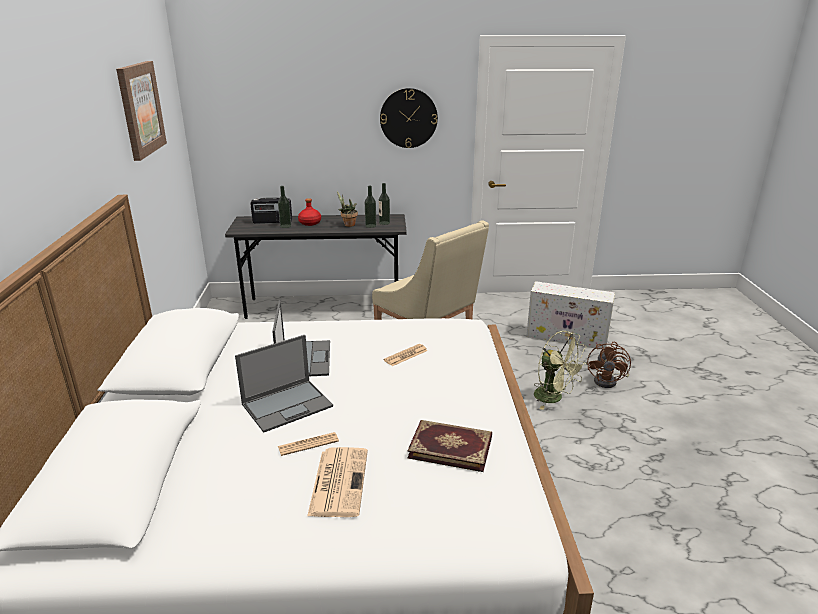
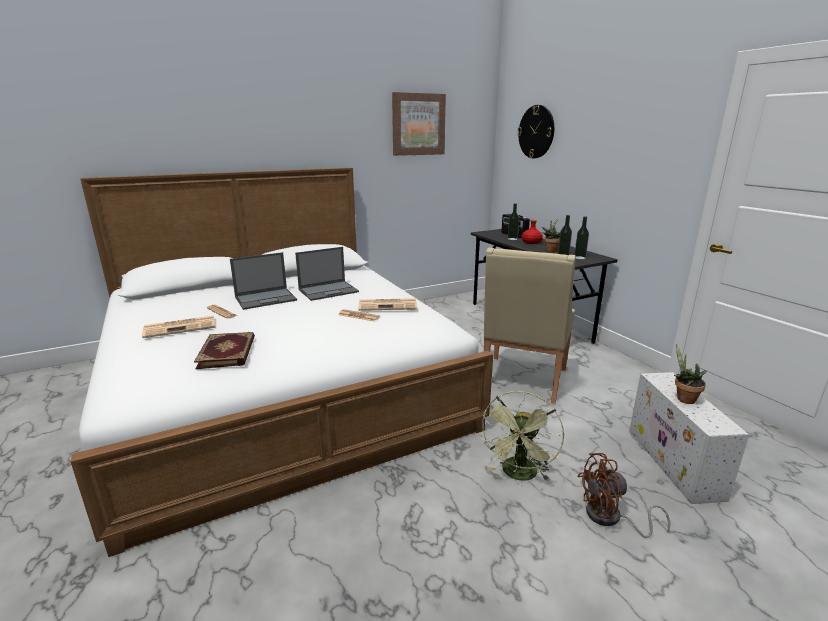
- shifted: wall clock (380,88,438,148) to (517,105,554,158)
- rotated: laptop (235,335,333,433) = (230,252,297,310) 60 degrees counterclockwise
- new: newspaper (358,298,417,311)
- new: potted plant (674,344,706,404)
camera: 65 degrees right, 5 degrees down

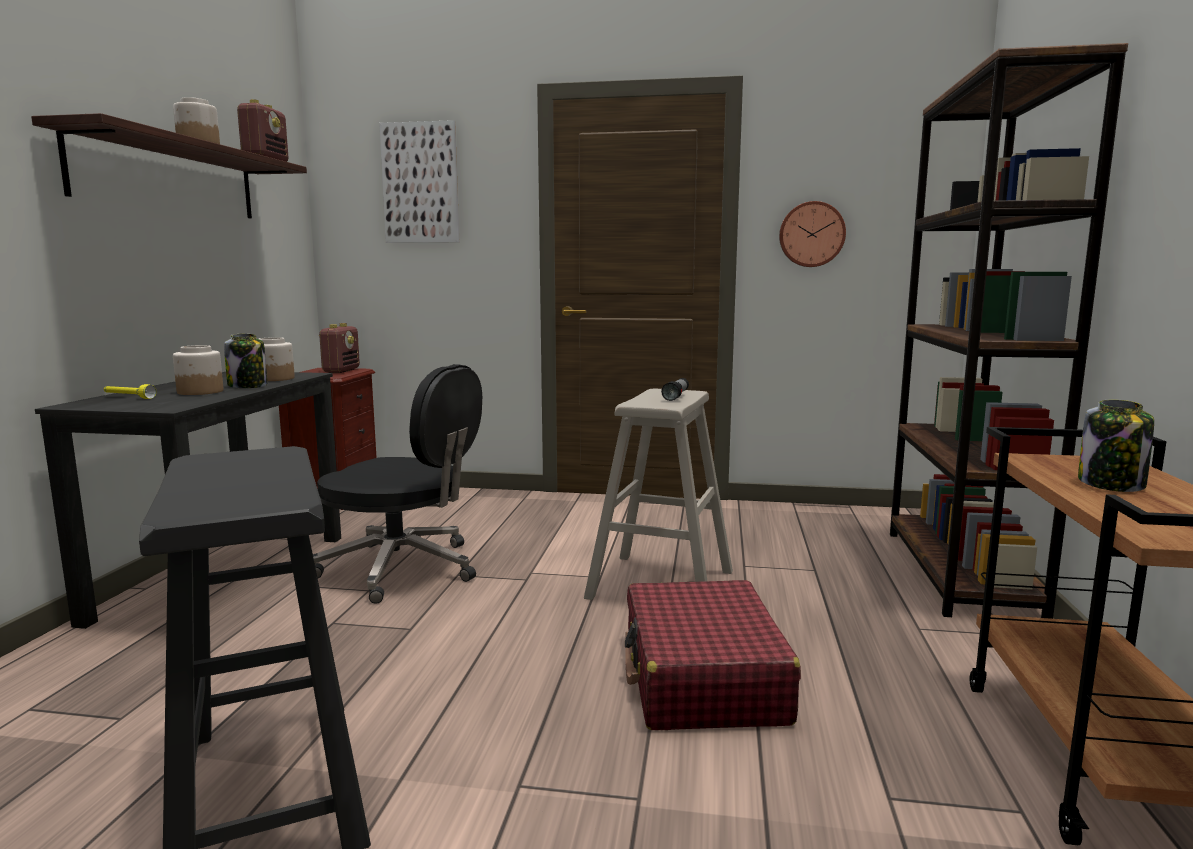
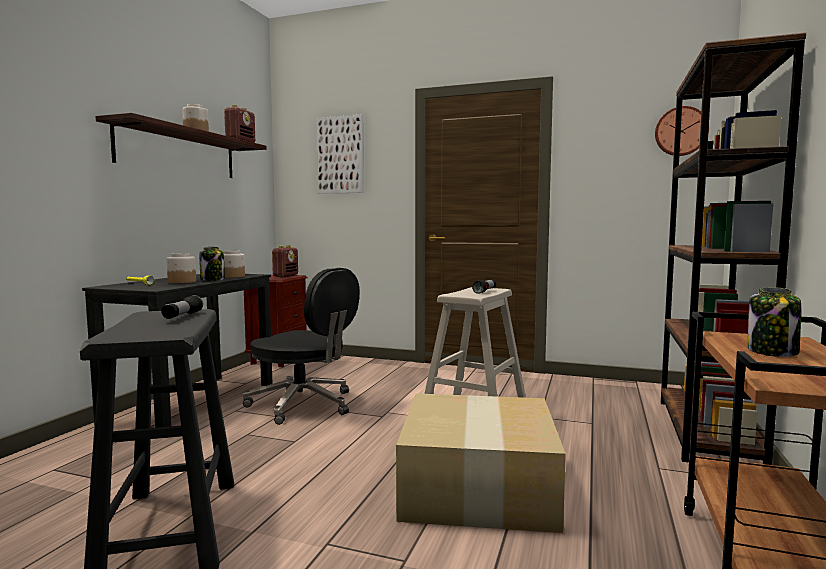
- shifted: wall clock (779,201,846,267) to (655,106,709,156)
- swapped: red suitcase (625,580,801,730) to cardboard box (396,393,566,533)
- new: flashlight (161,295,203,319)
camera: 10 degrees right, 5 degrees down

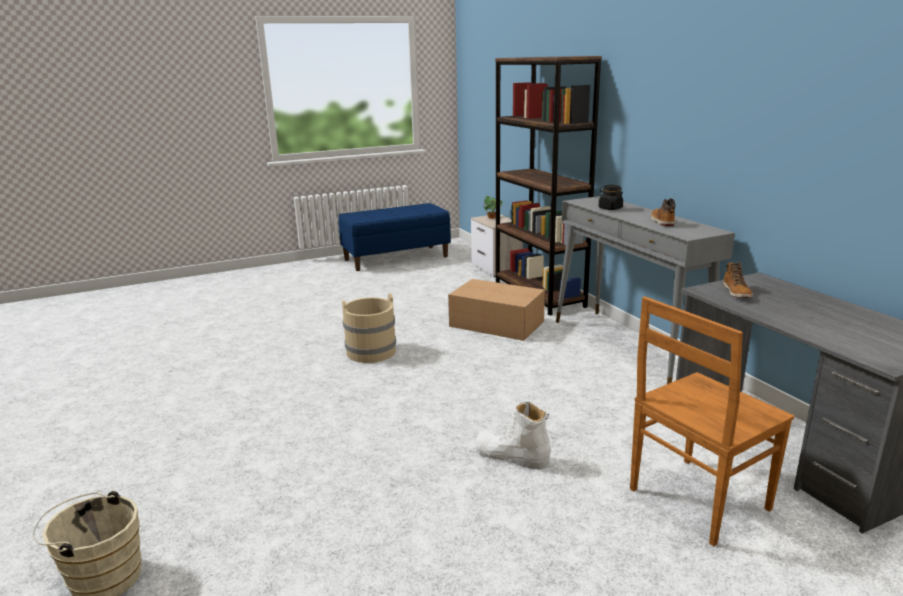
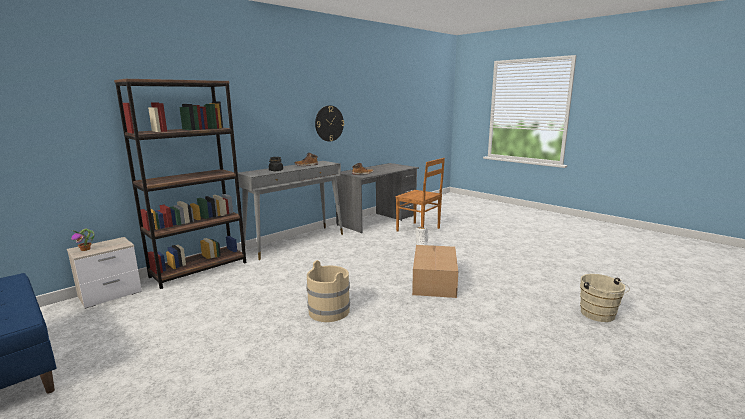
- shifted: cardboard box (448,279,545,341) to (412,245,458,298)
- new: wall clock (315,106,344,142)
camera: 110 degrees left, 5 degrees down

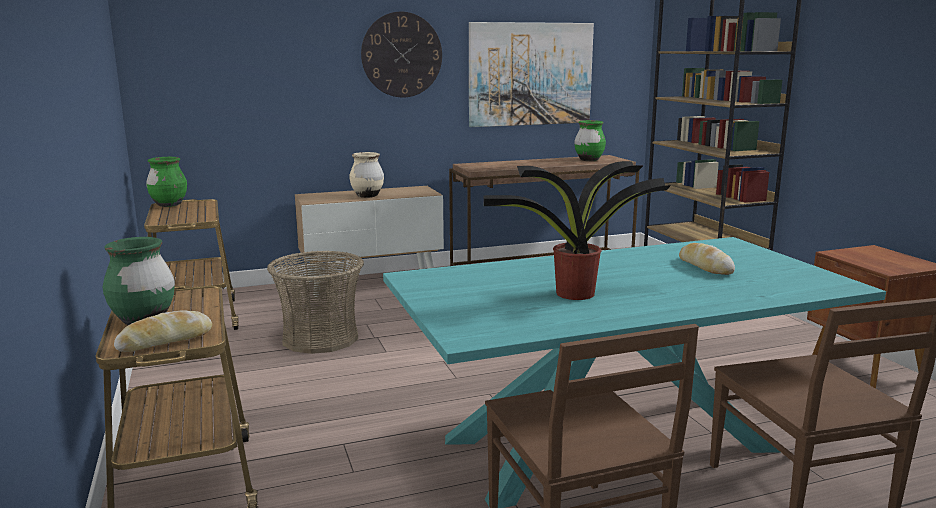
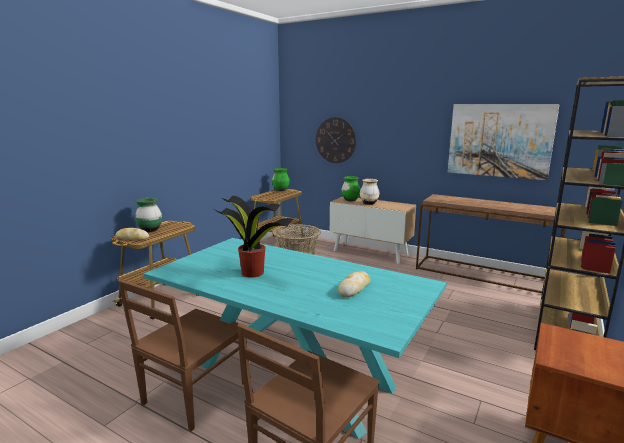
- shifted: wall clock (361,12,442,98) to (316,117,356,163)
- shifted: green vase (574,120,606,161) to (341,176,360,201)
camera: 50 degrees right, 0 degrees up

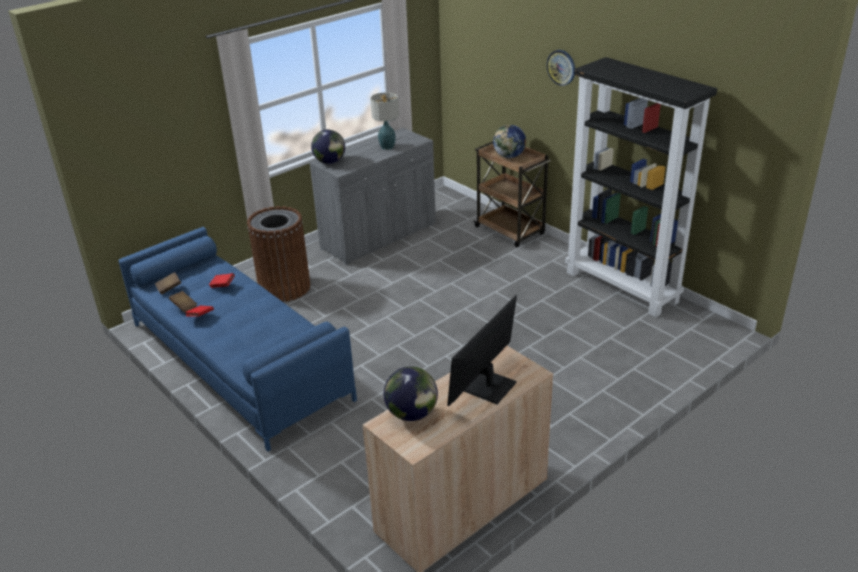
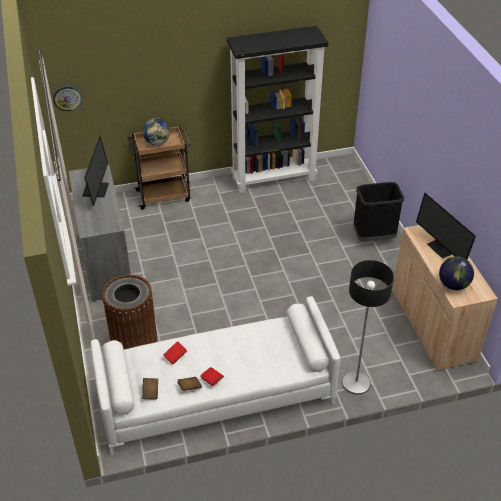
- shifted: wall clock (547,50,575,86) to (53,86,82,111)
- swapped: table lamp (370,92,399,150) to monitor (82,136,109,206)
- gone: globe (311,130,345,164)
- repainted: blue sofa (119,227,357,452) to white sofa (91,296,340,454)
- new: black trash can (353,182,404,241)
- new: floor lamp (342,260,394,395)
camera: 65 degrees left, 10 degrees up

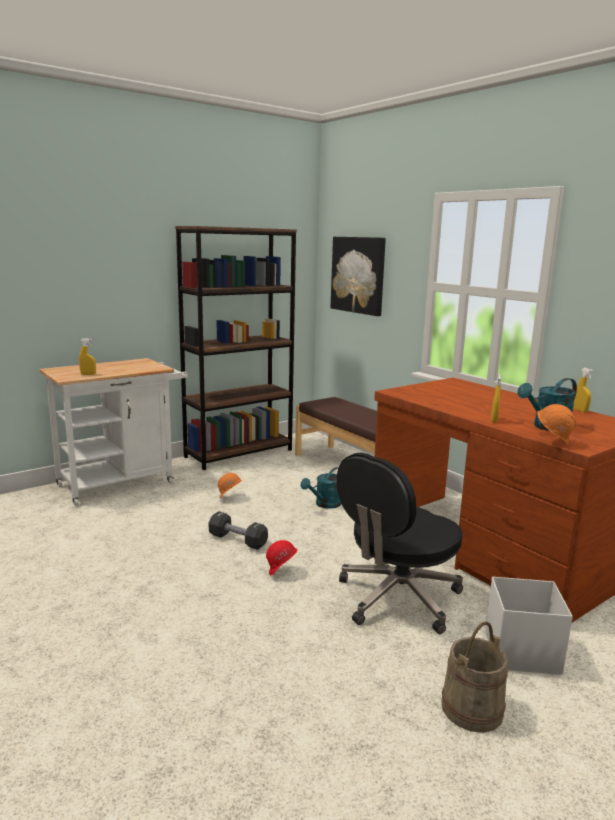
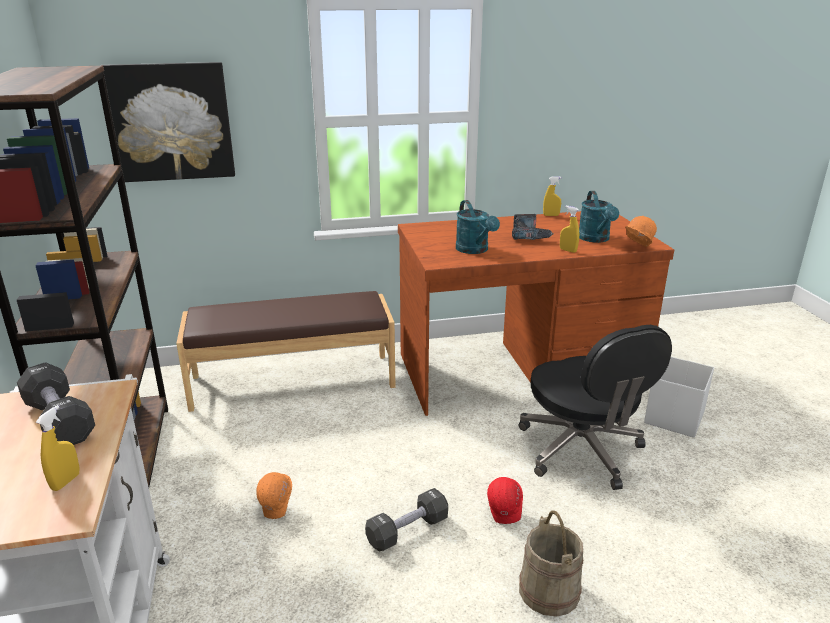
- shifted: turquoise watering can (301,467,341,509) to (456,200,500,254)
- shifted: beige bucket (441,621,508,733) to (519,510,583,617)
- new: power drill (512,214,554,240)
- new: black dumbbell (17,362,95,445)
camera: 65 degrees left, 10 degrees up

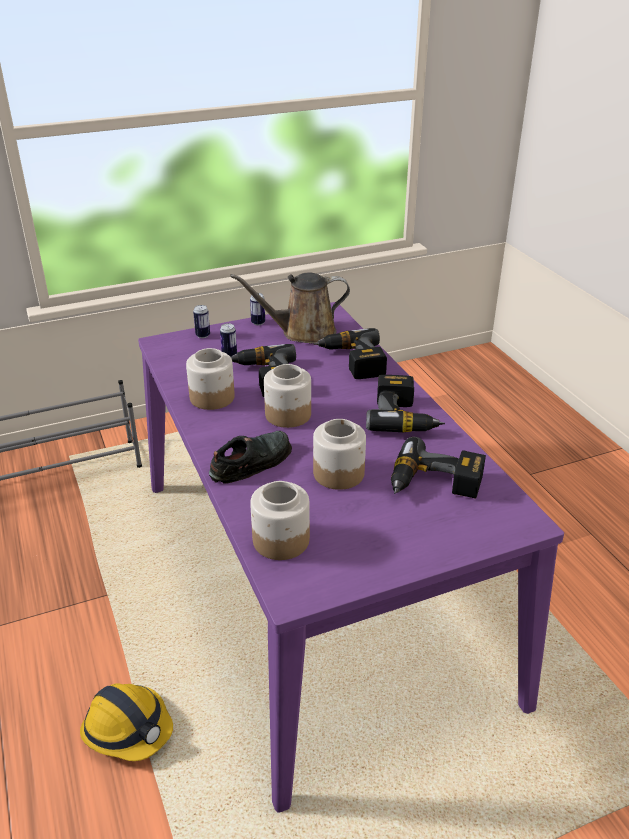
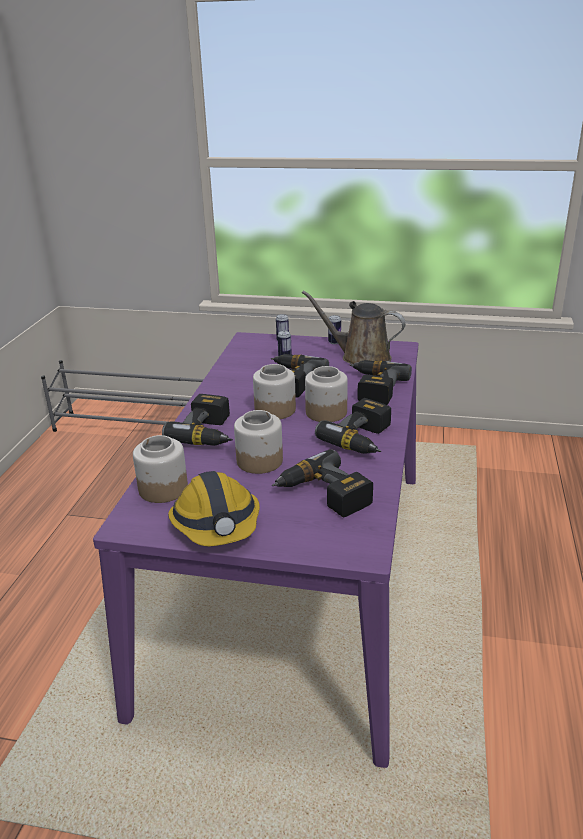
- shifted: jar (186,348,235,410) to (305,366,348,422)
- swapped: black shoe (209,431,292,484) to power drill (162,394,233,446)
- shifted: hard hat (80,683,173,761) to (168,471,260,546)
camera: 35 degrees right, 5 degrees down

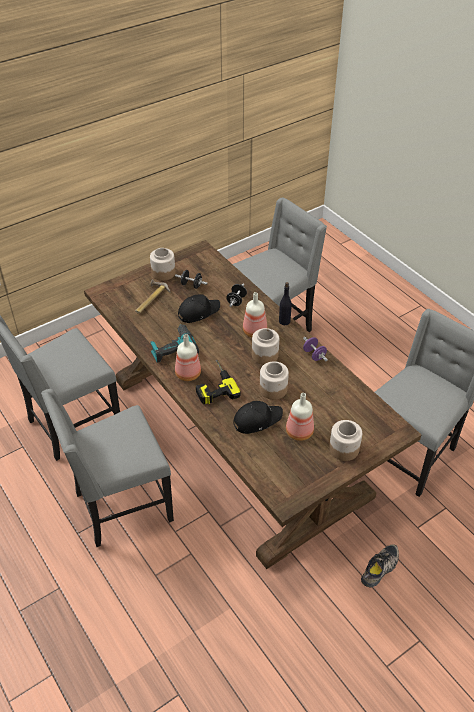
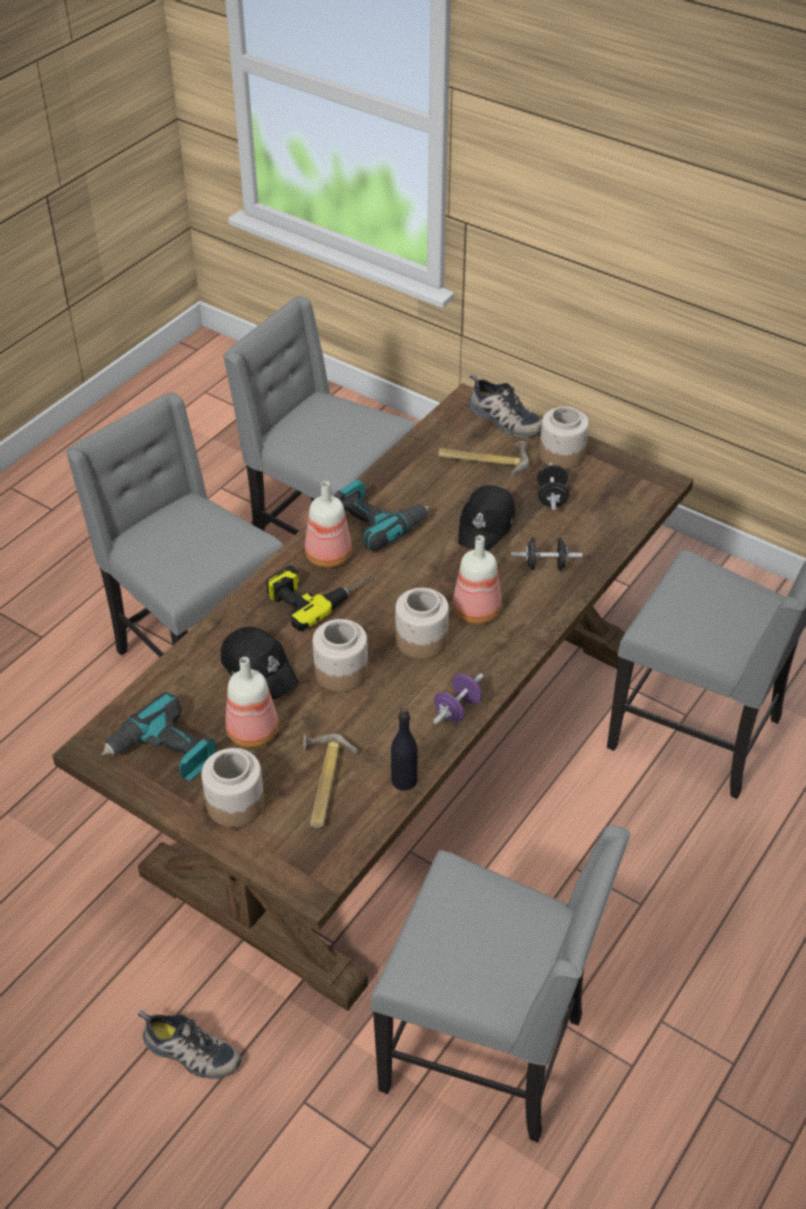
- shifted: black bottle (279,282,292,325) to (391,706,418,791)
- rotated: black cap (178,295,220,323) = (458,485,515,551) 75 degrees clockwise
- new: shoe (469,374,542,438)
- new: power drill (101,692,216,781)
- new: hammer (303,734,357,828)
camera: 70 degrees right, 0 degrees up

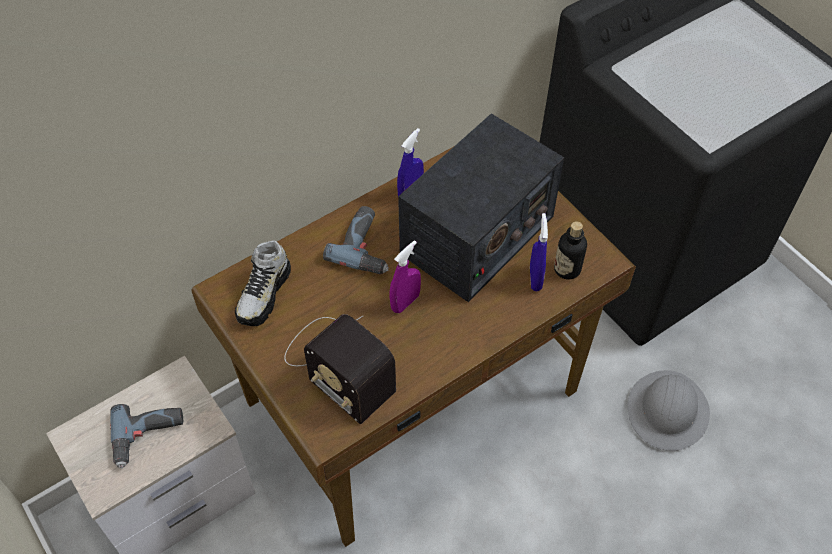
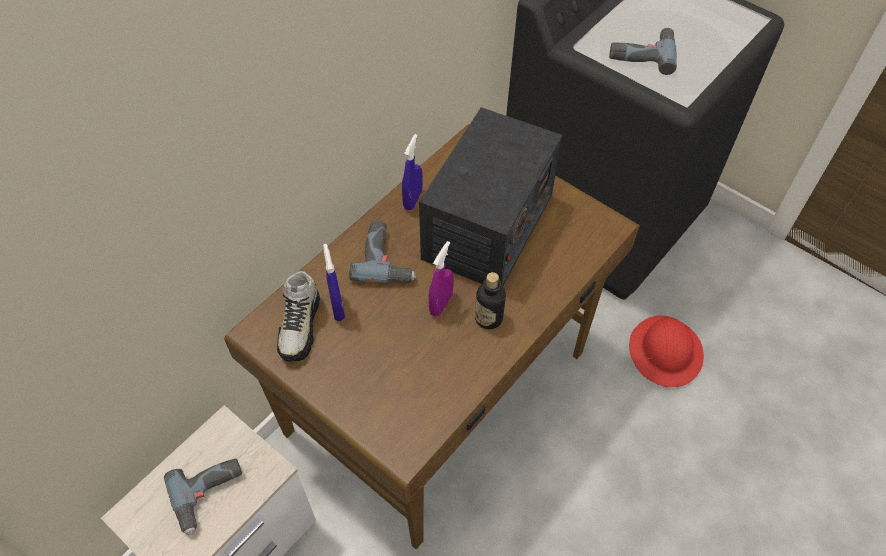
- shifted: blue spray bottle (530,213,548,291) to (323,244,345,321)
- shifted: bottle (554,221,587,279) to (475,272,506,329)
- gone: radio (284,314,396,424)
- repainted: grey hard hat (627,370,710,451) to red hard hat (629,315,704,387)
- new: power drill (609,28,677,75)
camera: 15 degrees left, 0 degrees up

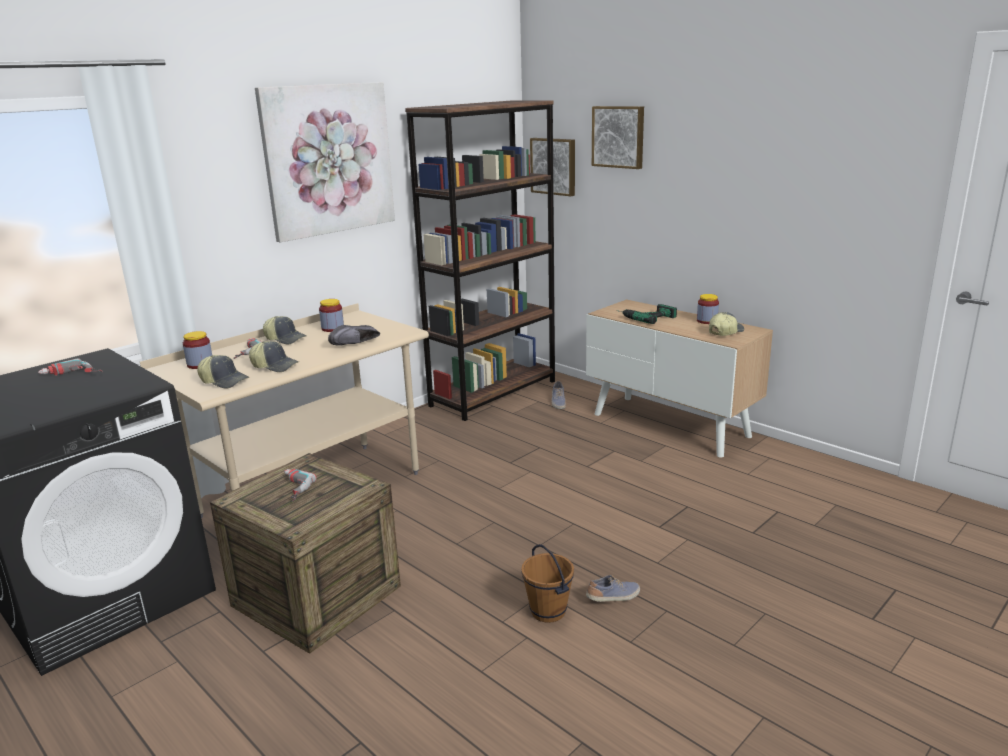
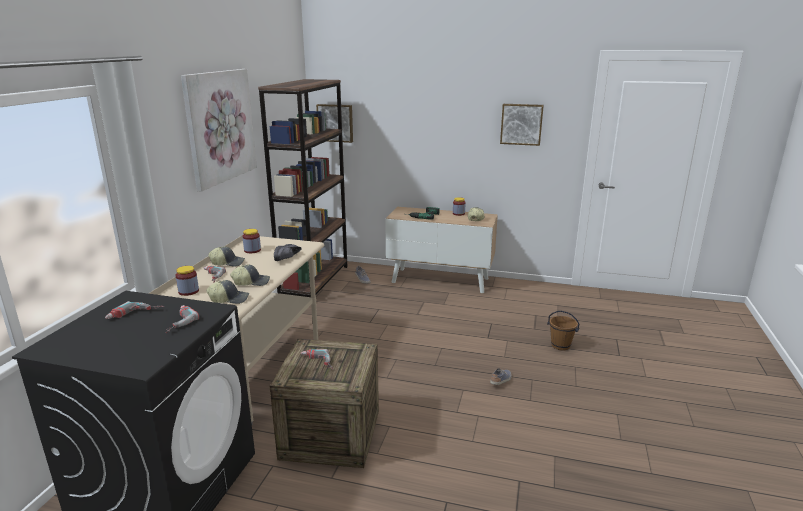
- shifted: picture (592,106,644,169) to (500,104,544,146)
- shifted: brown bucket (521,544,574,623) to (547,311,580,350)
- new: power drill (165,305,199,334)
camera: 30 degrees left, 0 degrees up

